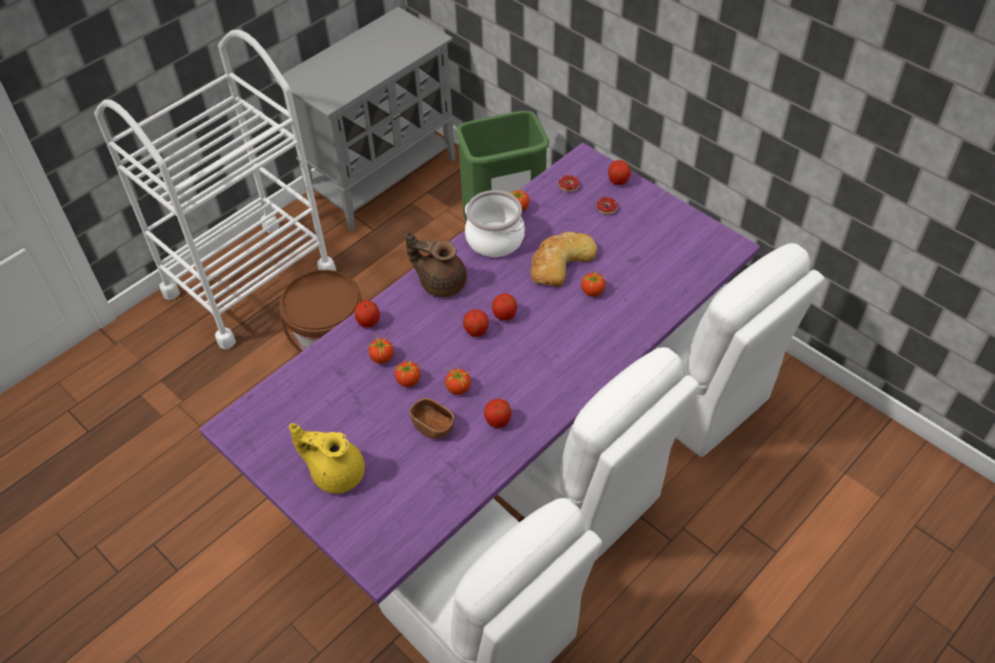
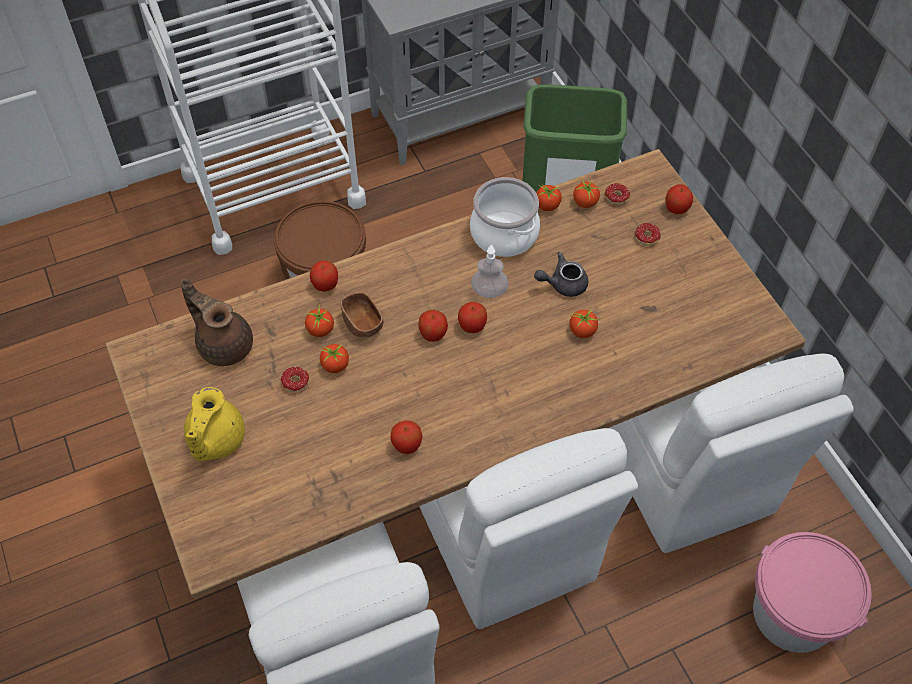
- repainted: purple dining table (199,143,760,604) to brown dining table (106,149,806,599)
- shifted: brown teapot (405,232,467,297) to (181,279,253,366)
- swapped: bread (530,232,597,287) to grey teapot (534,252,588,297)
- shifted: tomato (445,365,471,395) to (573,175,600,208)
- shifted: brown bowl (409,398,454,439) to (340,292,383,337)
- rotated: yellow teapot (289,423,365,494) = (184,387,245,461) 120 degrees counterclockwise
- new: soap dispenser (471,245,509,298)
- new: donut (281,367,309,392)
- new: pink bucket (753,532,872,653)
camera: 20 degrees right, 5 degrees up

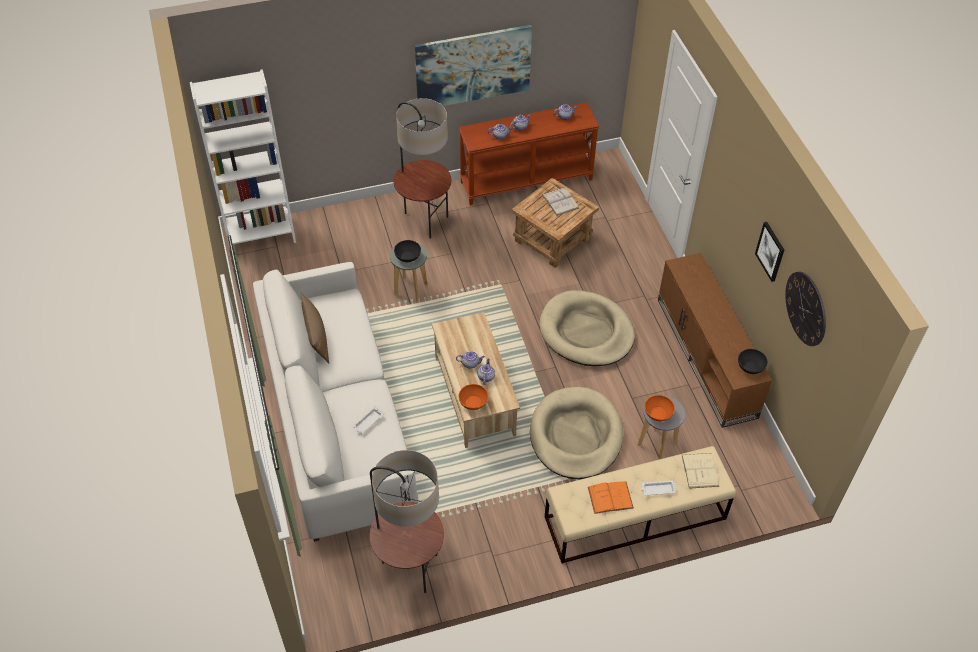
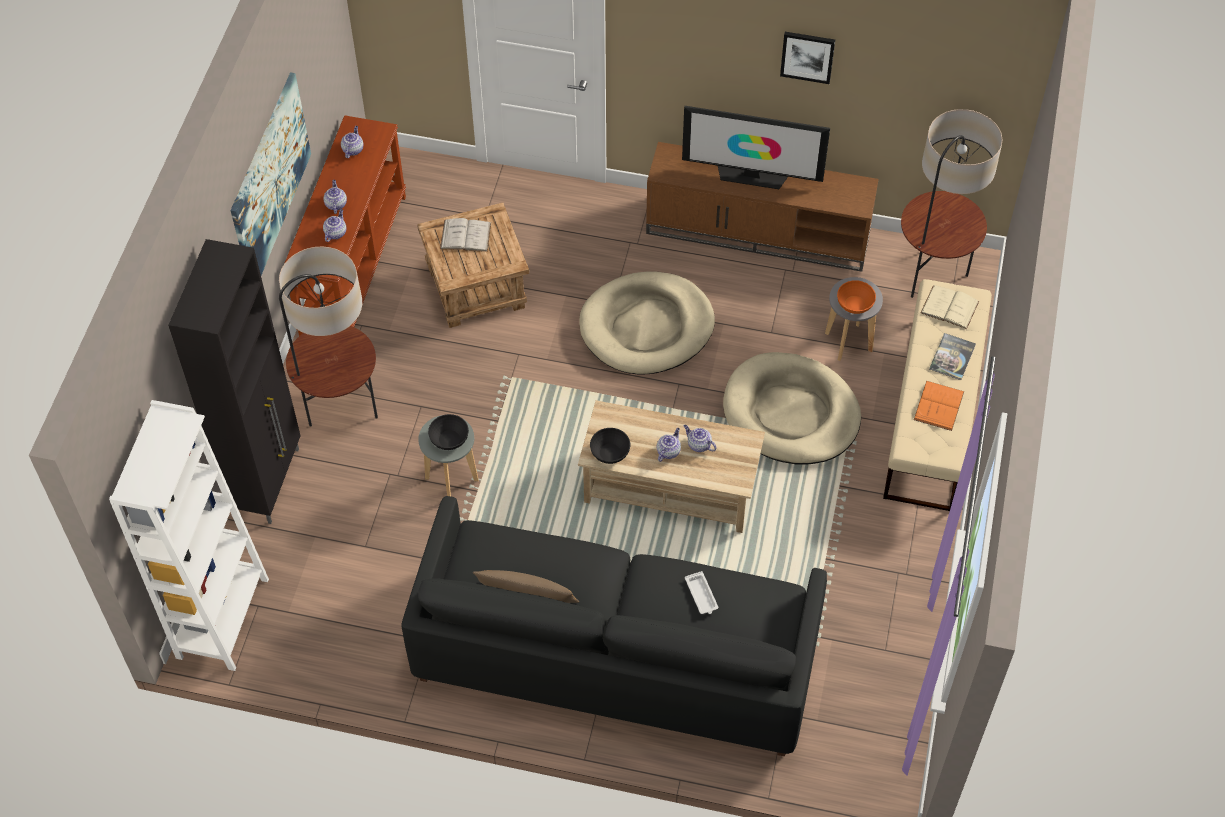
- repainted: white sofa (253,262,418,542) to black sofa (401,496,827,756)
- gone: wall clock (785,272,826,346)
- shifted: black bowl (738,349,768,374) to (590,428,630,464)
- gone: orange bowl (459,384,488,410)
- shifted: floor lamp (370,450,444,593) to (901,109,1002,298)
- swapped: white tray (641,480,677,495) to book (929,333,976,380)
- new: television (682,106,830,189)
- new: black cabinet (168,239,301,524)
camera: 60 degrees left, 5 degrees up

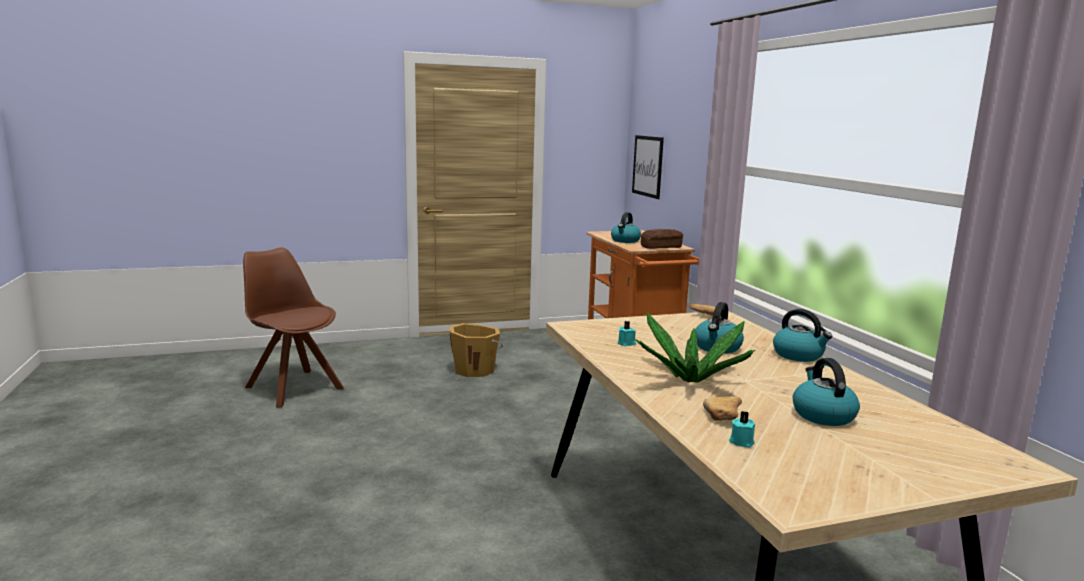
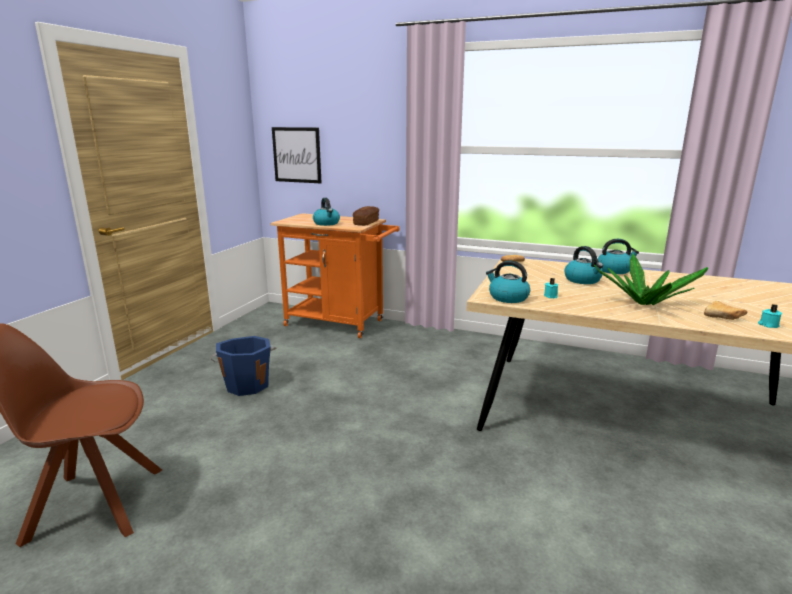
- repainted: orange bucket (449,323,503,377) to blue bucket (210,336,277,396)
- shifted: kettle (793,358,860,426) to (486,260,530,303)
camera: 50 degrees left, 5 degrees up

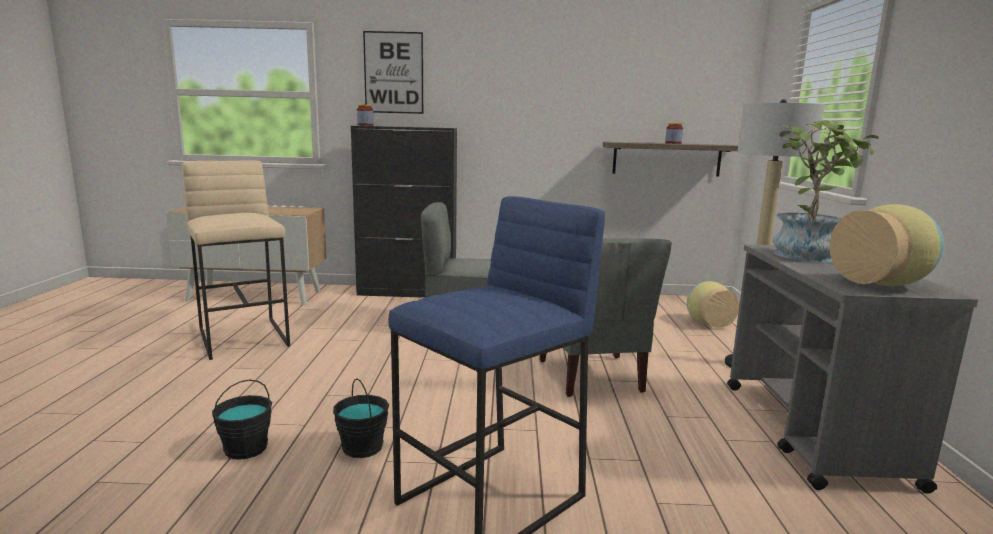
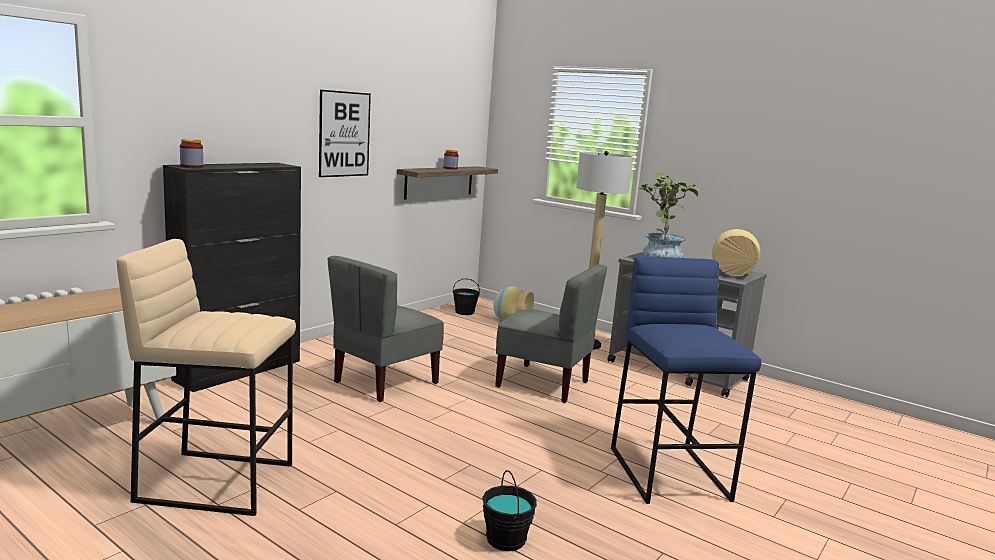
- shifted: picture (363,31,423,114) to (319,90,371,177)
- shifted: black bucket (333,379,389,458) to (453,279,480,315)
camera: 55 degrees left, 0 degrees up

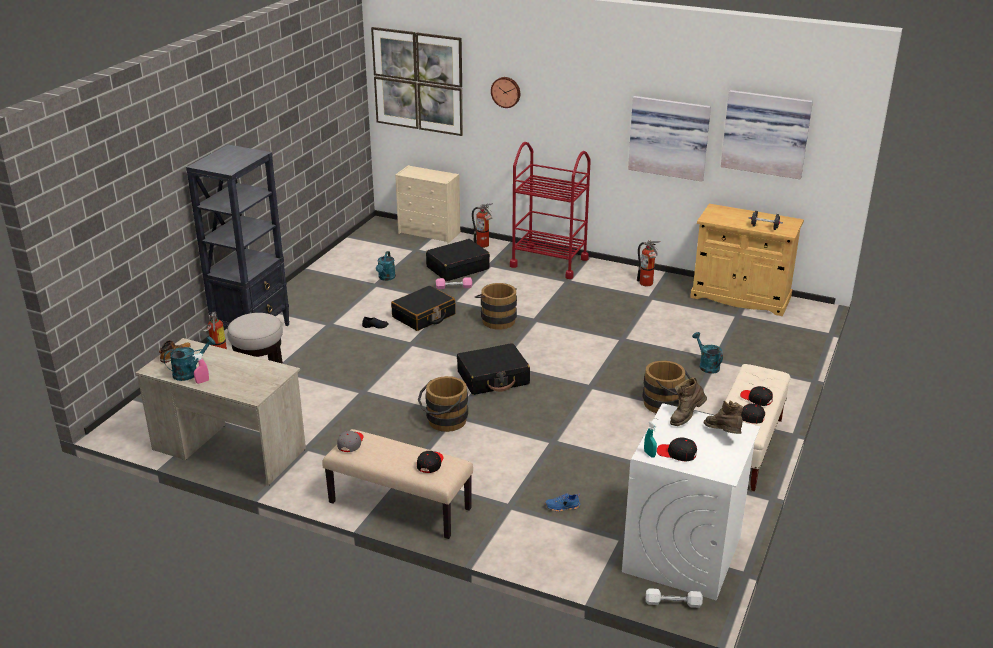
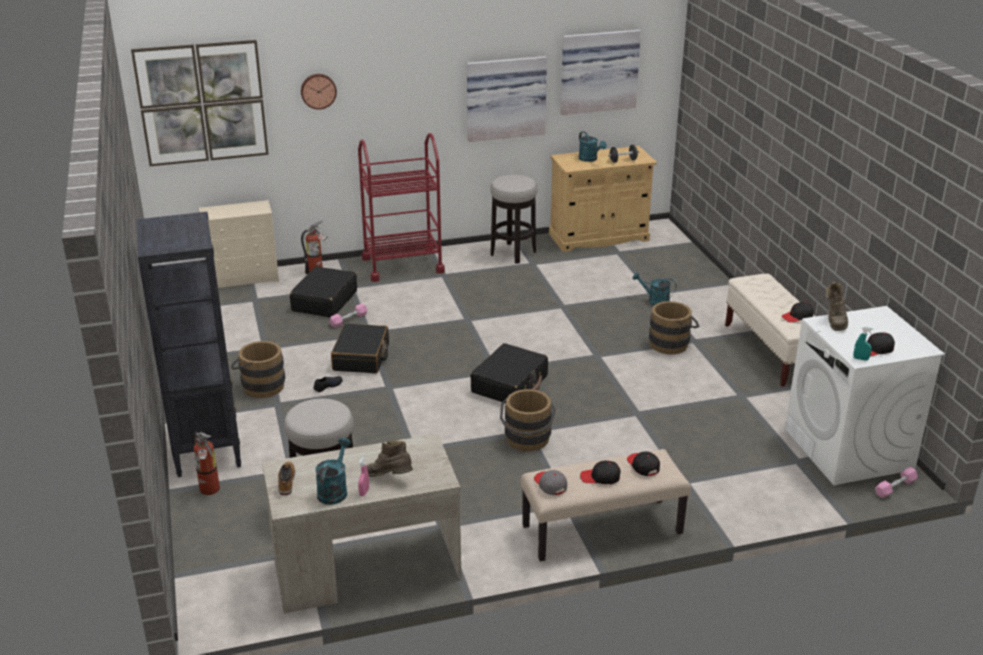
- swapped: fire extinguisher (637,241,661,286) to stool (490,175,537,264)
- shifted: turquoise watering can (376,251,396,281) to (579,131,607,162)
- shifted: brown bucket (475,283,517,329) to (230,341,285,398)
- shifted: black cap (740,386,773,406) to (580,461,621,484)
- shifted: brown boot (704,400,743,434) to (366,440,413,477)
- gone: blue shoe (545,493,580,512)
- repainted: white dumbbell (646,588,703,608) to pink dumbbell (875,467,918,498)
camera: 40 degrees left, 0 degrees up

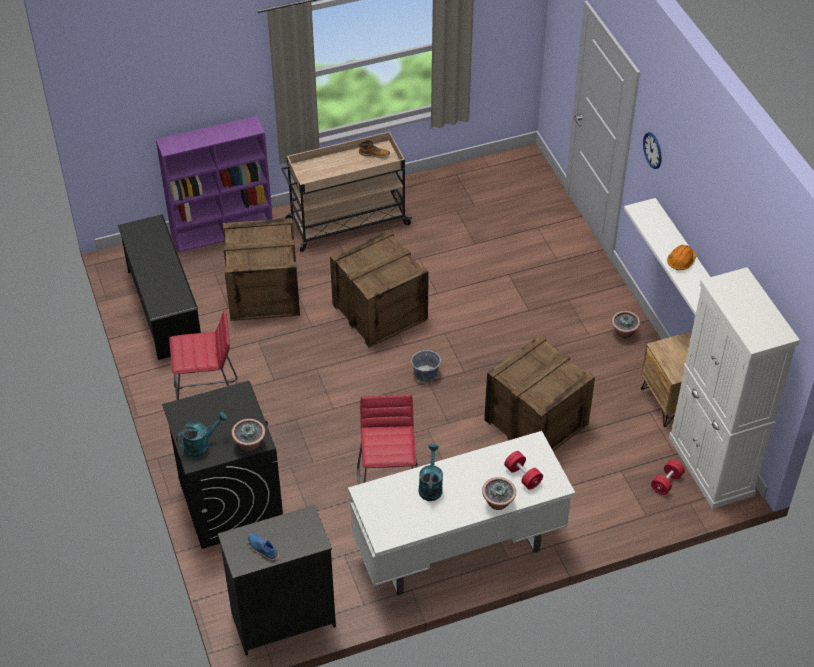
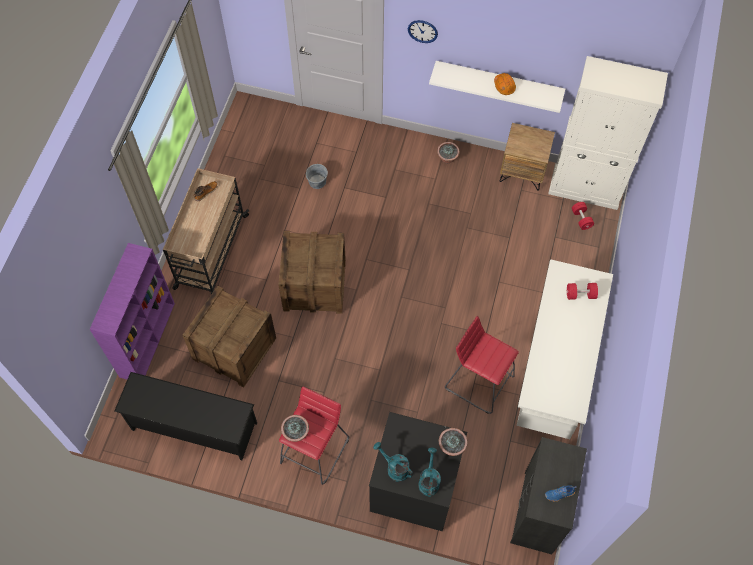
- gone: crate (484,335,595,451)
- shifted: grey bucket (411,347,441,382) to (306,164,328,189)
- shifted: turquoise watering can (418,444,443,501) to (373,442,413,482)
- shifted: potted plant (482,477,516,510) to (281,415,309,442)
camera: 55 degrees left, 15 degrees up

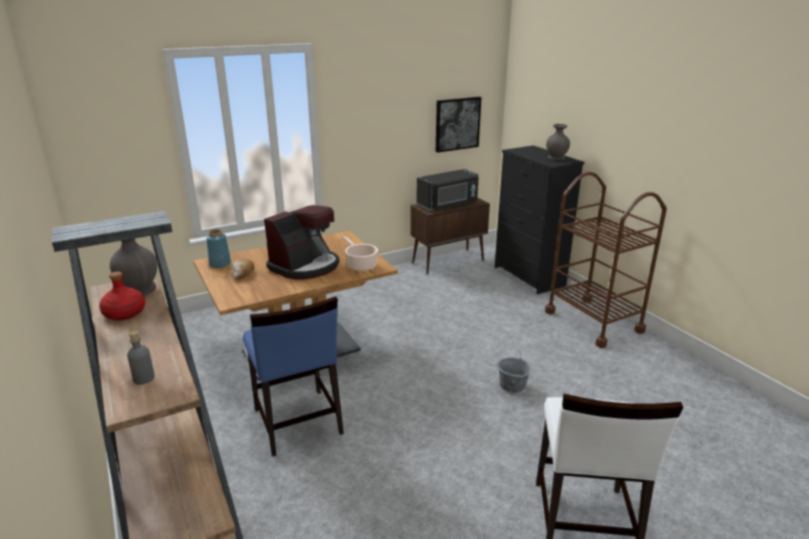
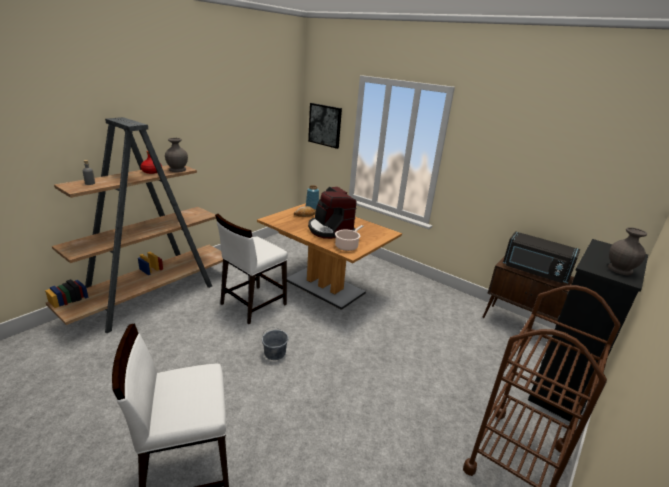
- shifted: picture (436,97,481,153) to (308,103,342,149)
- rotated: coffee machine (264,205,339,280) = (308,187,357,239) 45 degrees clockwise
- repainted: blue chair (243,296,344,456) to white chair (215,214,288,324)
- shifted: grey bucket (498,352,532,393) to (262,327,289,360)
camera: 65 degrees right, 0 degrees up

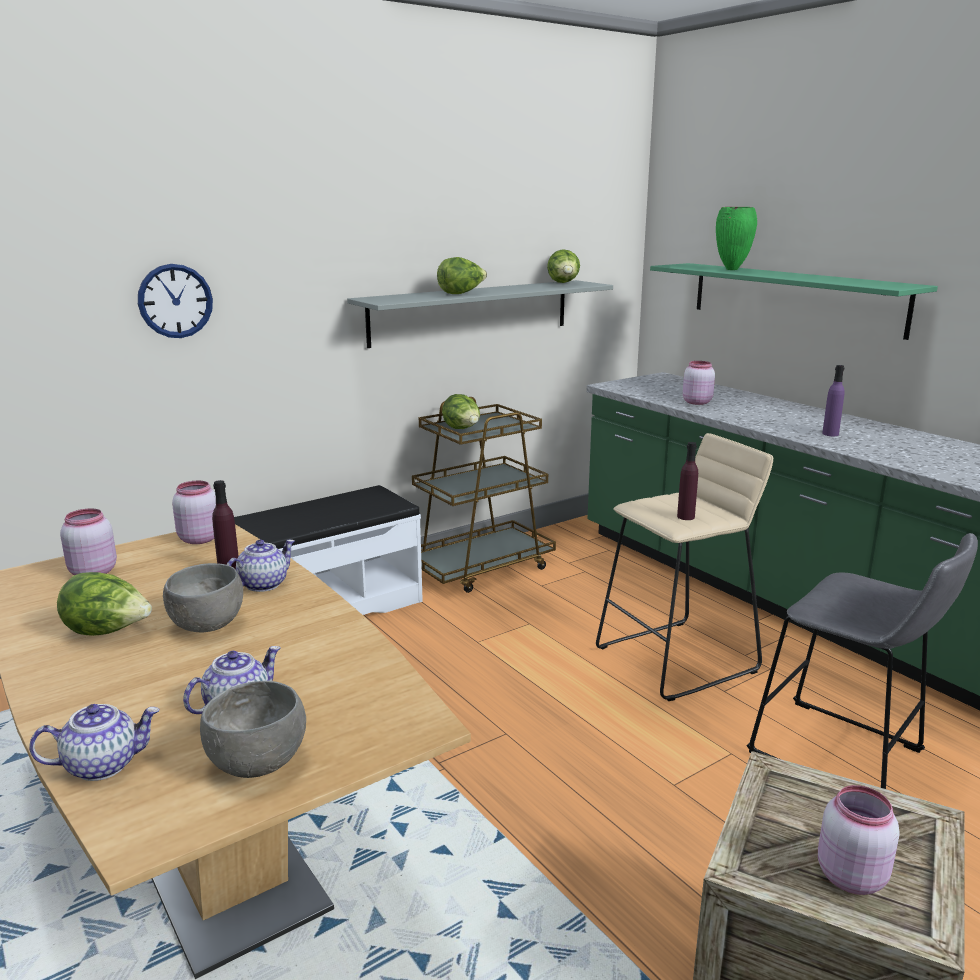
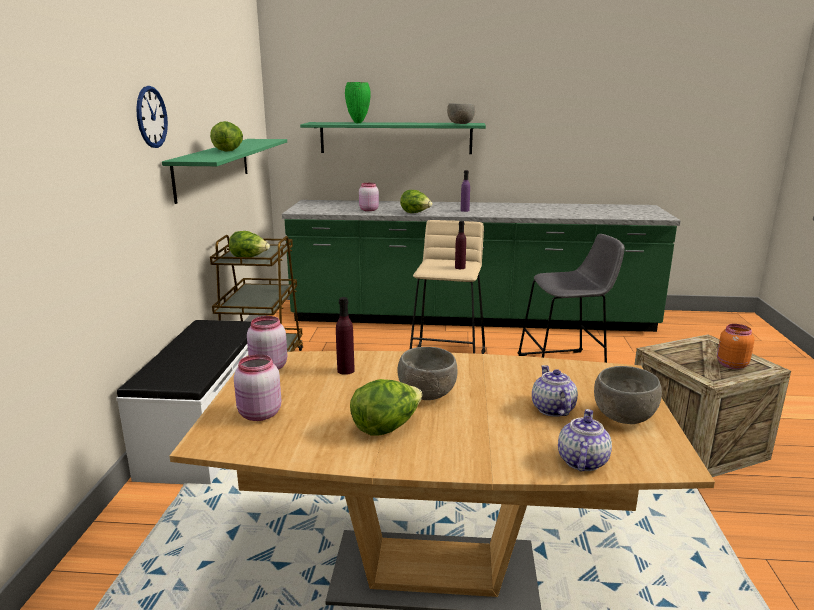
- shifted: lettuce (547,249,580,283) to (400,190,432,213)
- shifted: wall clock (138,264,213,338) to (136,86,168,148)
- repainted: grey shelf (347,280,613,348) to green shelf (162,139,287,204)
- gone: teapot (227,540,295,592)
- repainted: pink jar (818,785,900,895) to orange jar (717,324,754,369)
- new: grey bowl (447,103,476,124)
camera: 50 degrees left, 0 degrees up

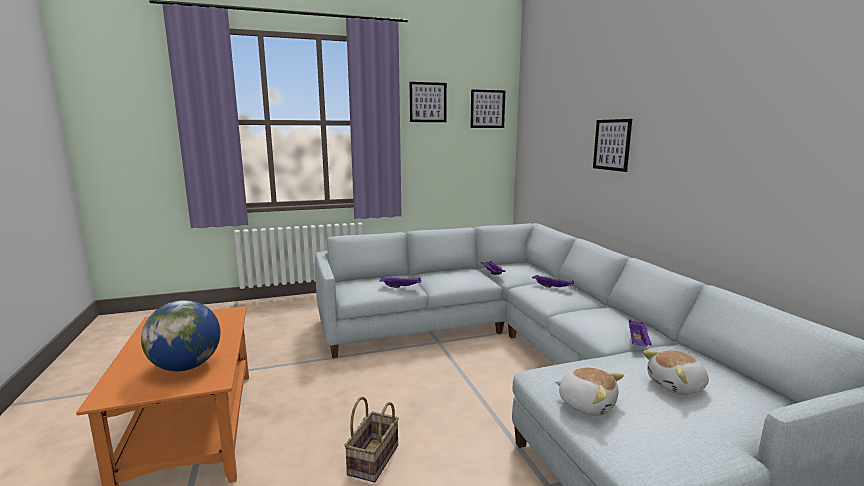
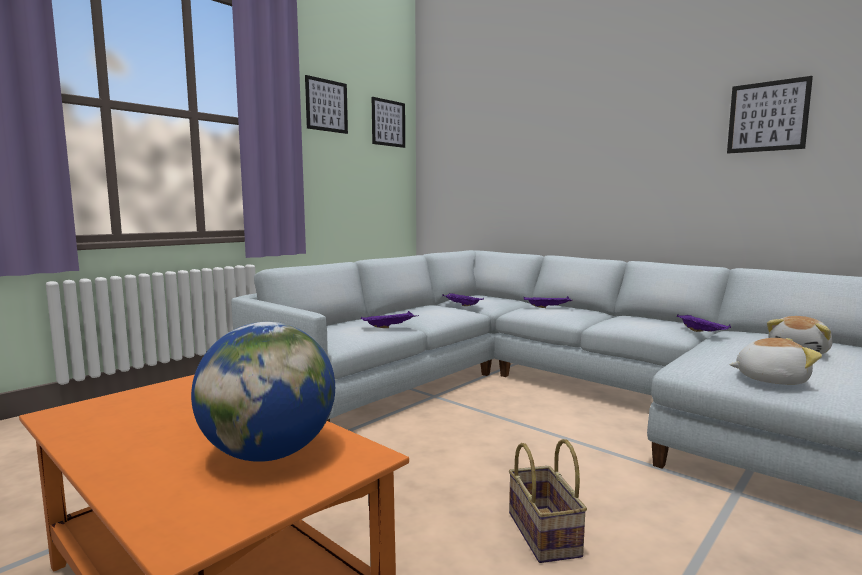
- shifted: picture (593,119,632,172) to (727,76,813,154)
camera: 30 degrees left, 5 degrees down

